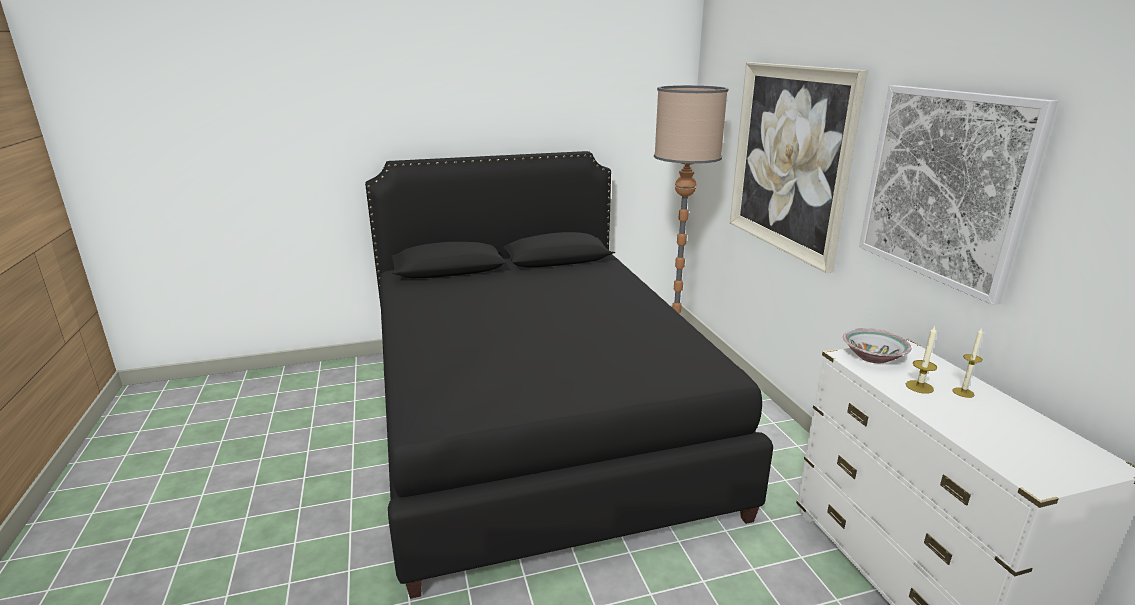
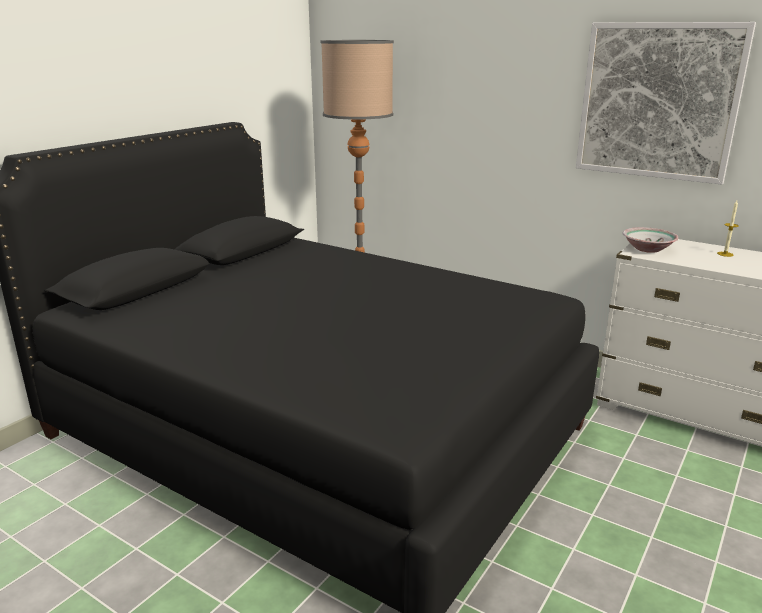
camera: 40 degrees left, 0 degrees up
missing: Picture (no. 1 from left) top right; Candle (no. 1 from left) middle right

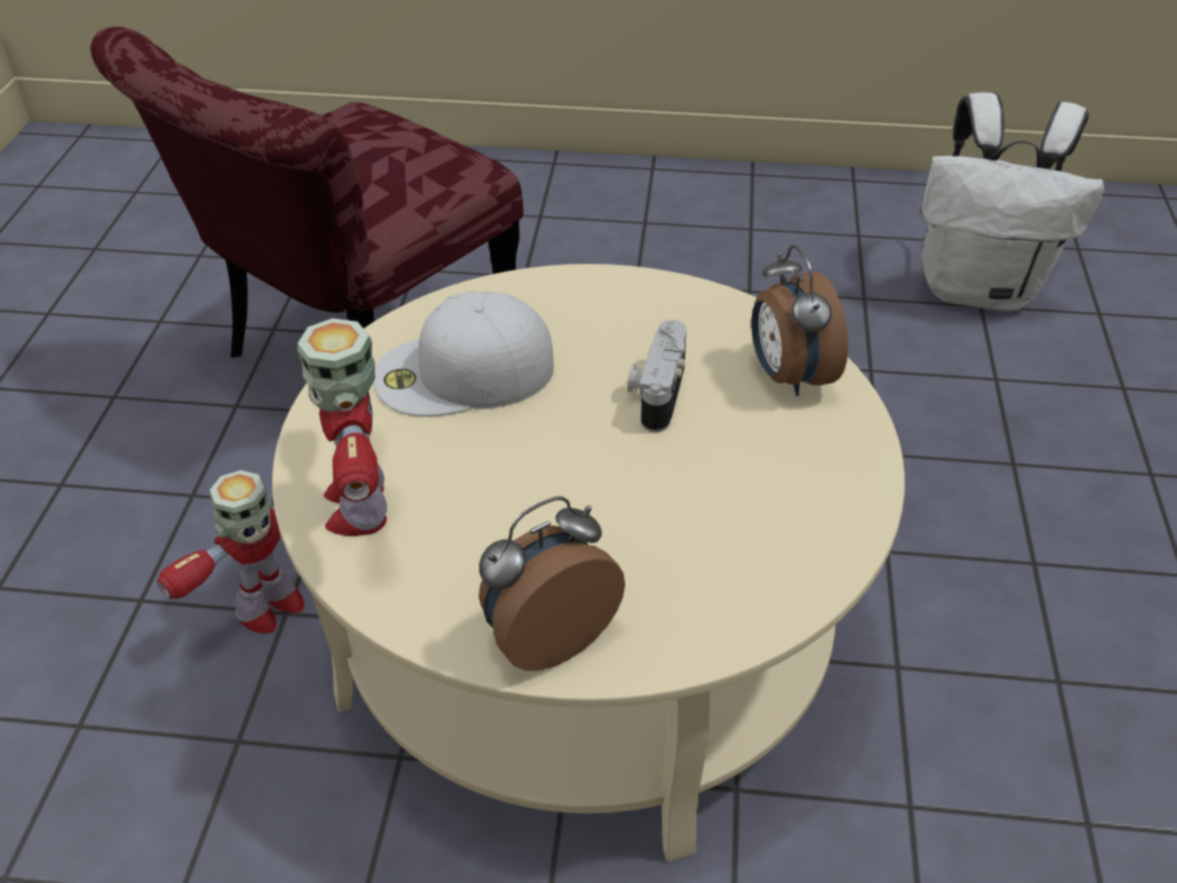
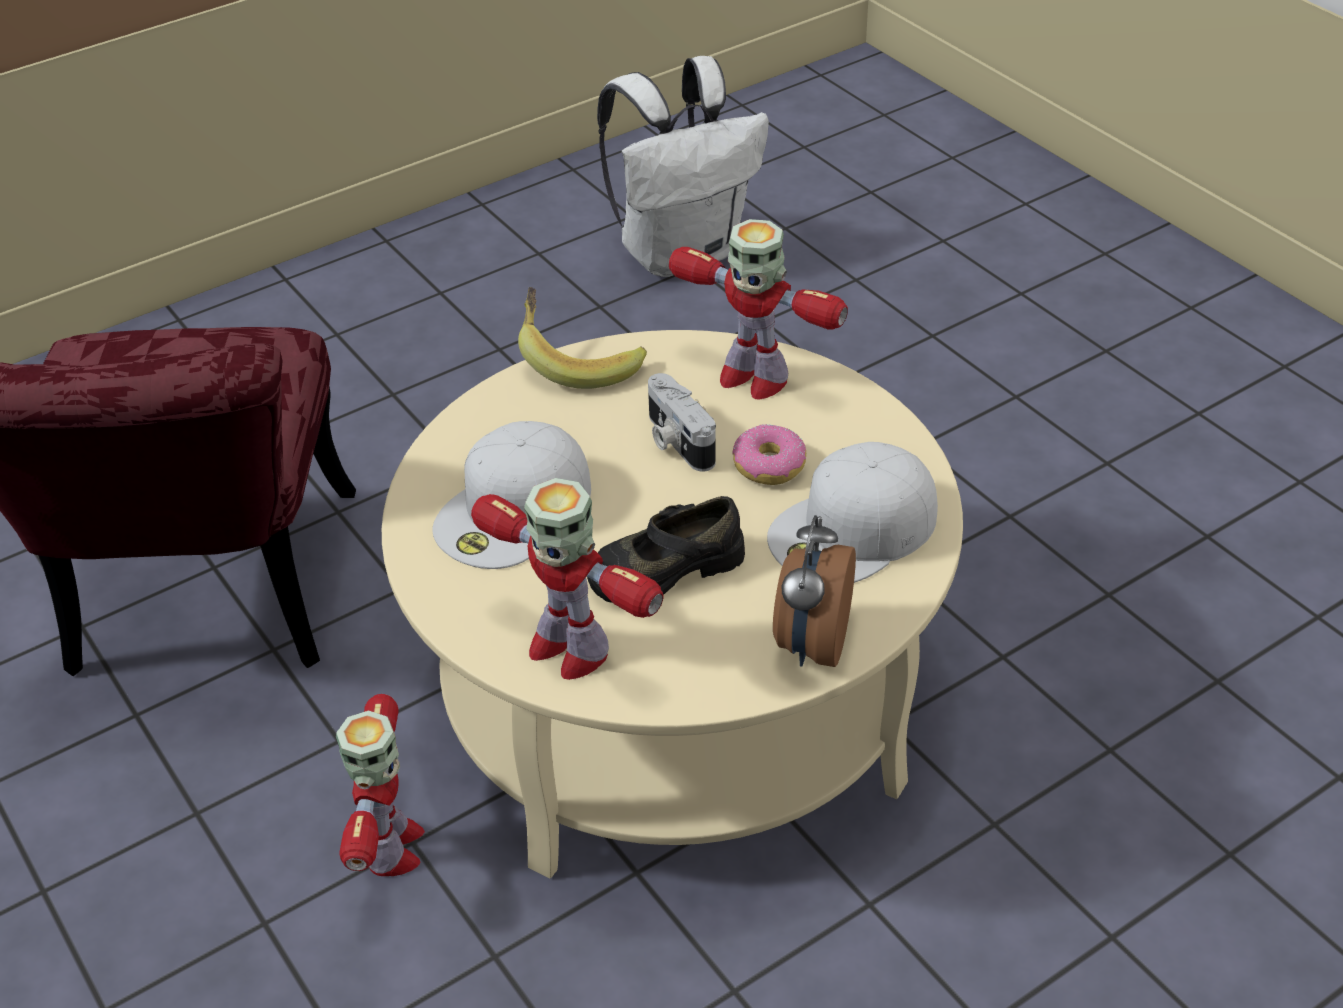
camera: 40 degrees left, 0 degrees up
appeared: Banana centre; BlackShoe centre; Donut centre; WhiteCap (no. 2 from left) centre
exchanged: AlarmClock (no. 2 from left) middle right to ToyRobot (no. 3 from left) top centre

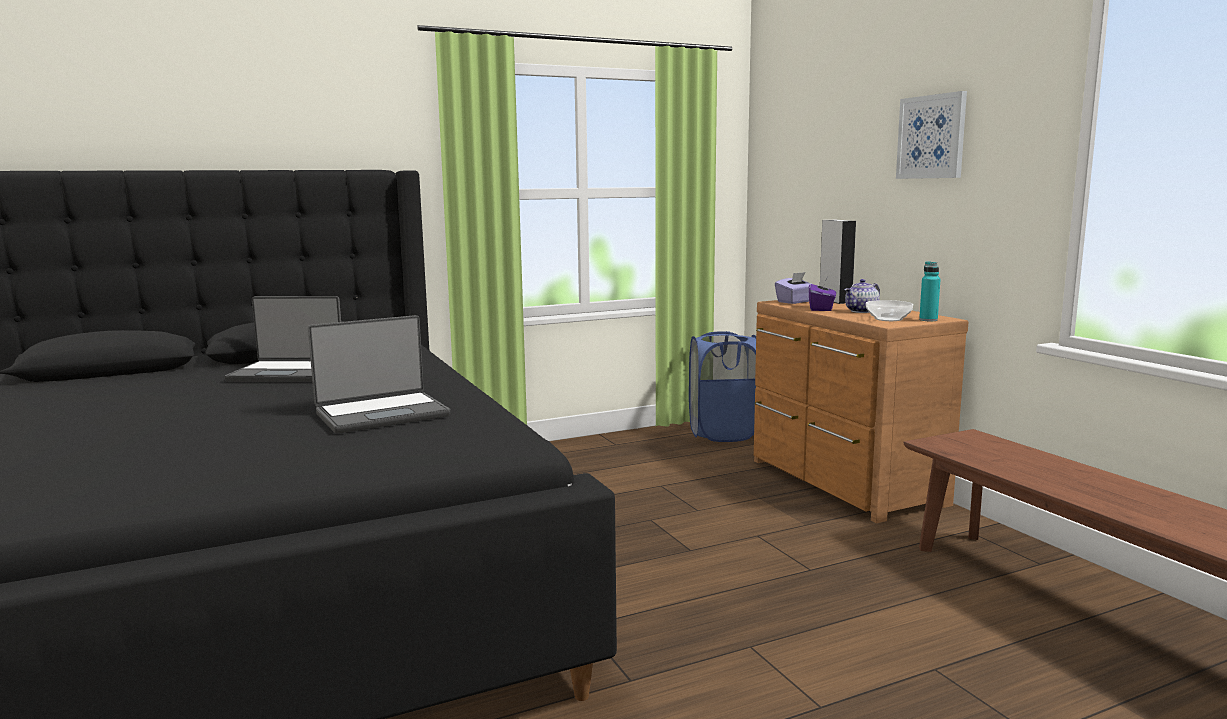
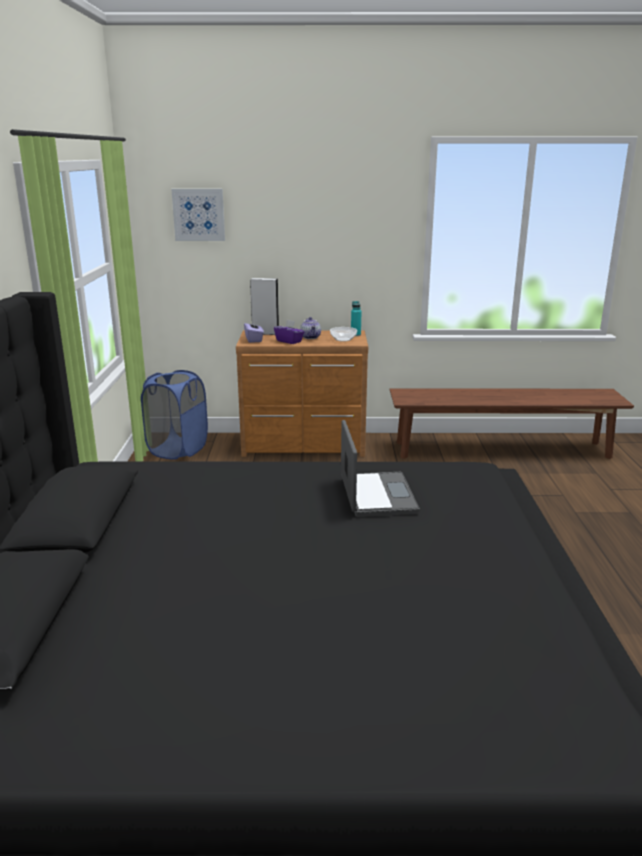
camera: 65 degrees left, 10 degrees up
missing: Laptop (no. 1 from left) middle left
relocated: Picture top right to top left

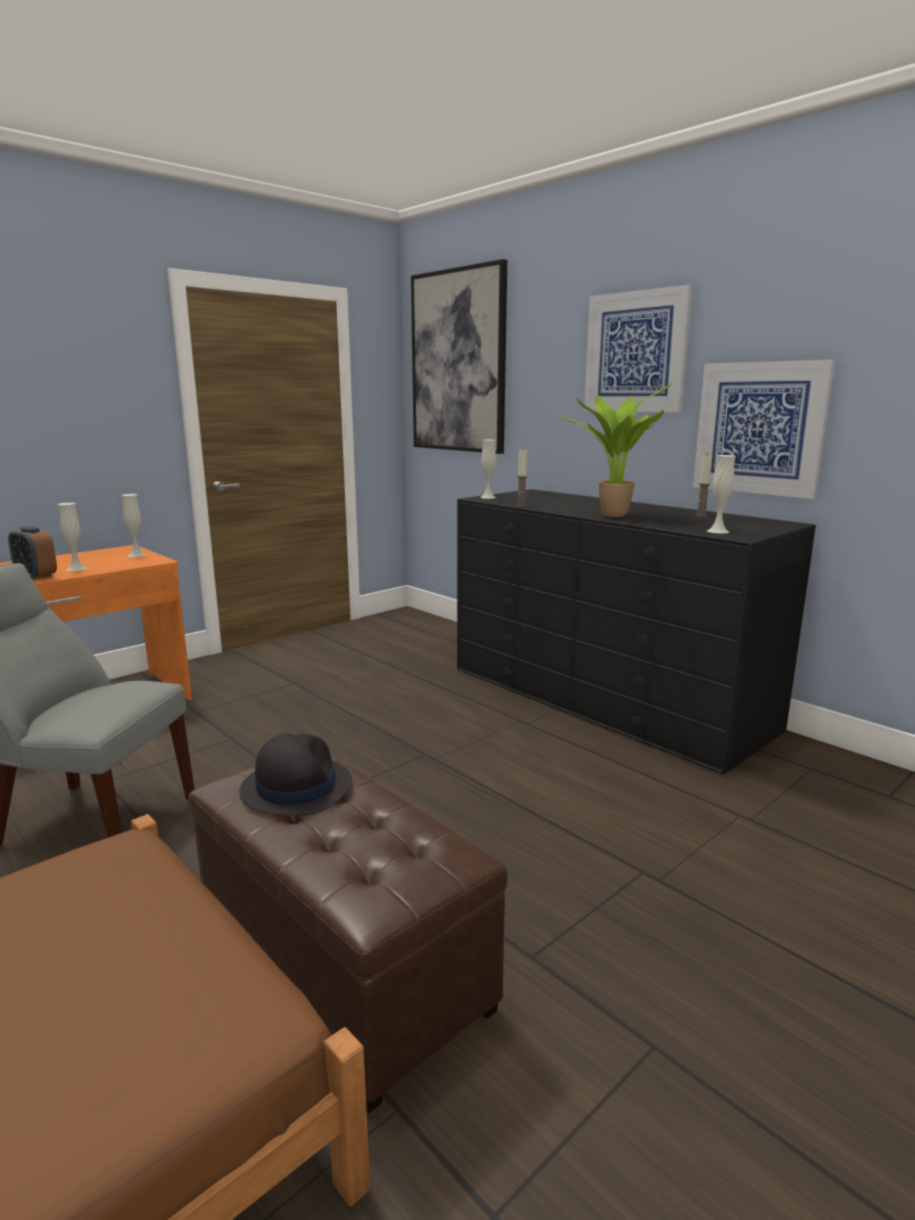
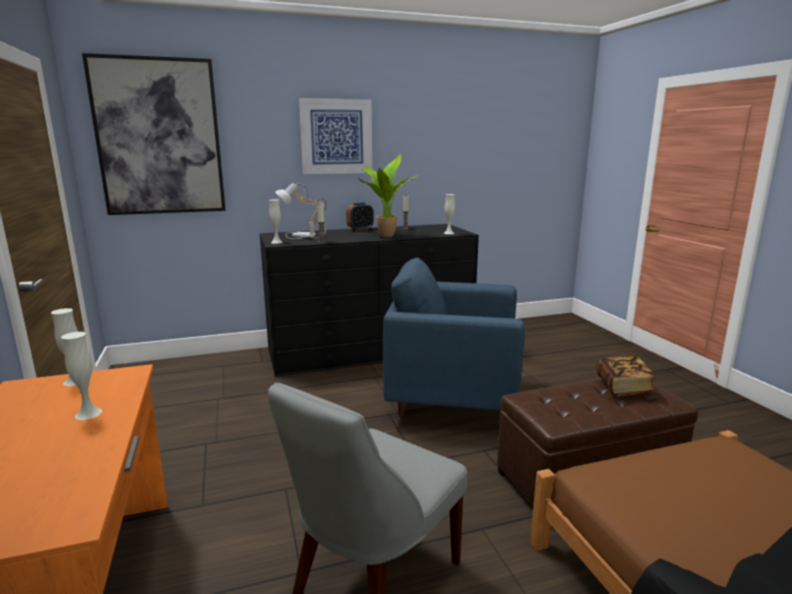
camera: 65 degrees left, 0 degrees up
missing: BlackHat middle left; Picture (no. 3 from left) middle right
appeared: TableLamp centre; BlueArmchair centre; Book middle right
relocated: AlarmClock middle left to centre

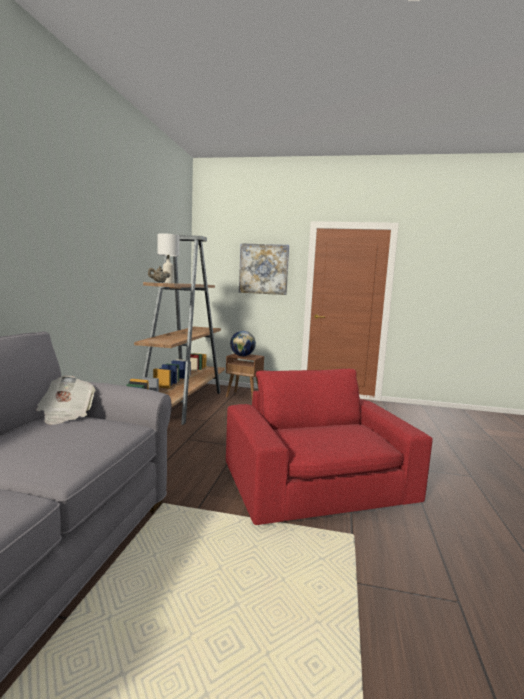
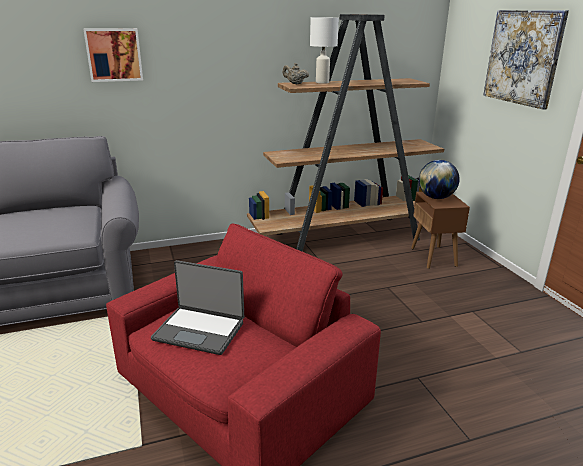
camera: 60 degrees right, 15 degrees up
missing: Newspaper middle left
appeared: Picture (no. 1 from left) top left; Laptop centre

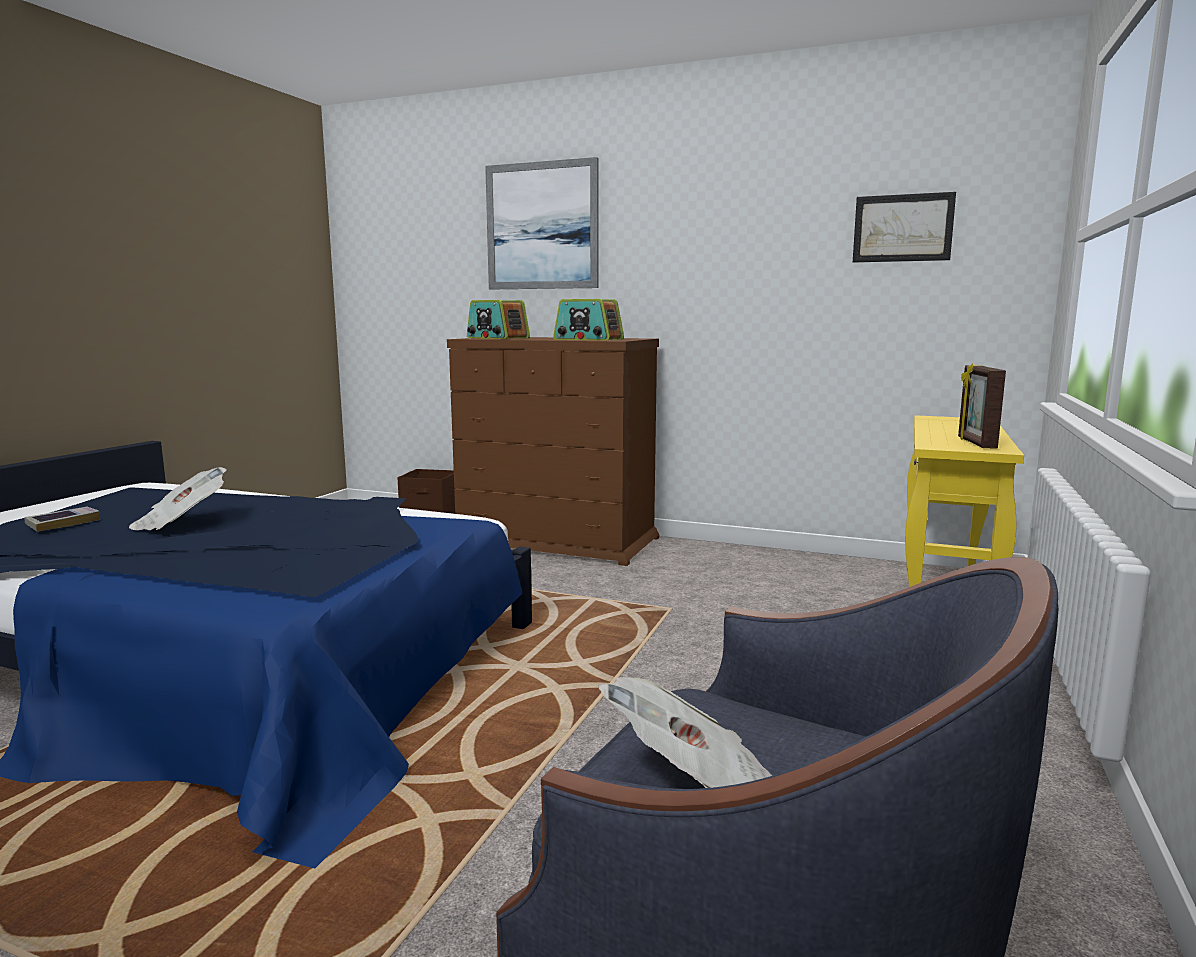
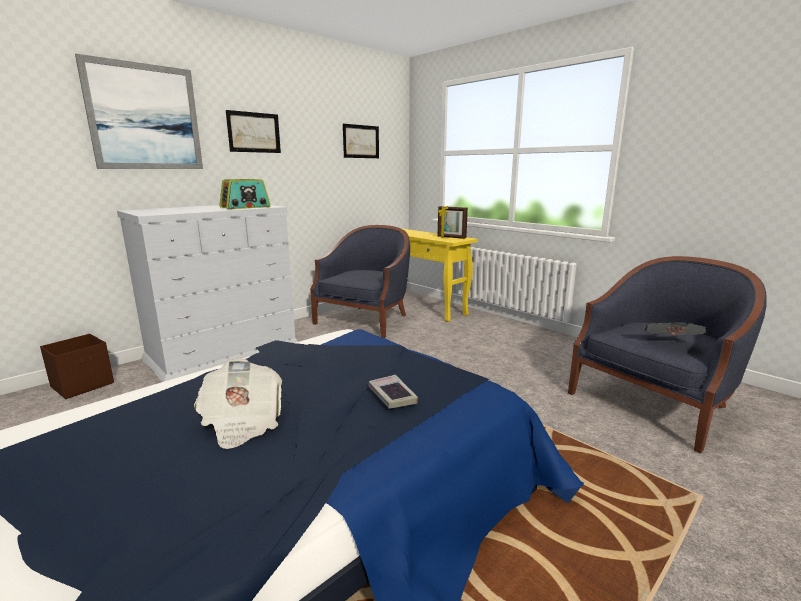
camera: 65 degrees left, 5 degrees up
missing: Radio (no. 1 from left) centre
appeared: Picture (no. 2 from left) top left; BlueArmchair (no. 1 from left) centre
relocated: Book middle left to centre
colour: BrownDresser centre to WhiteDresser middle left

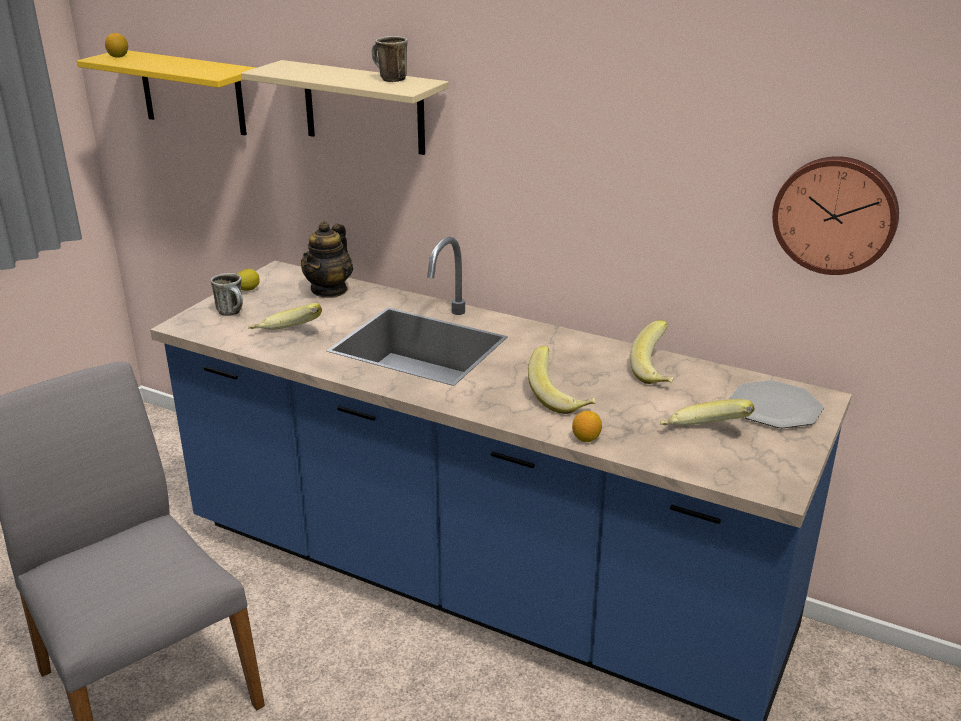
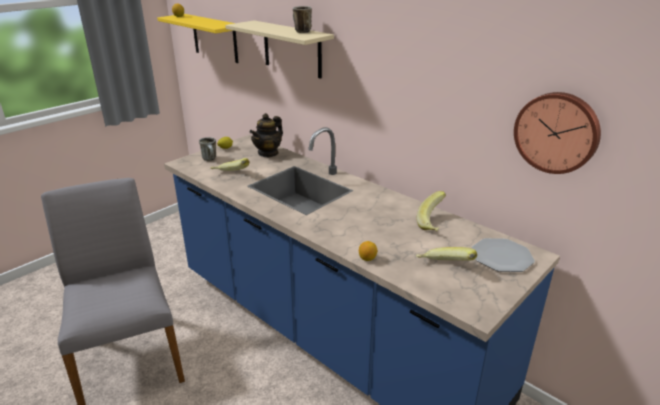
camera: 15 degrees right, 0 degrees up
missing: Banana (no. 2 from left) centre

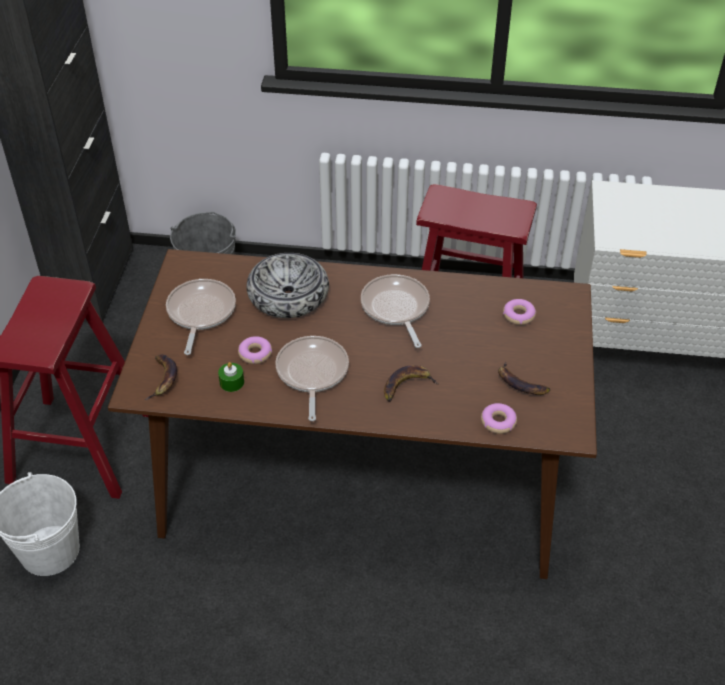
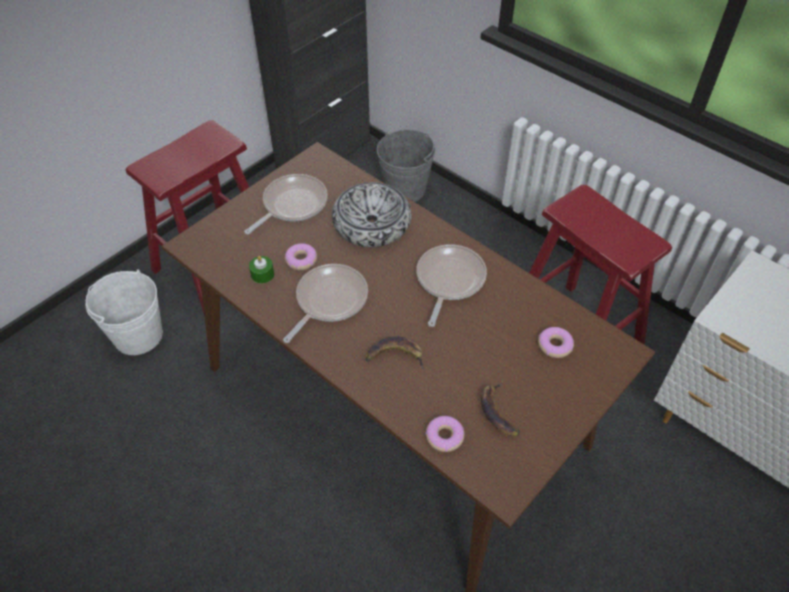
camera: 35 degrees right, 5 degrees up
missing: Banana (no. 1 from left) middle left

